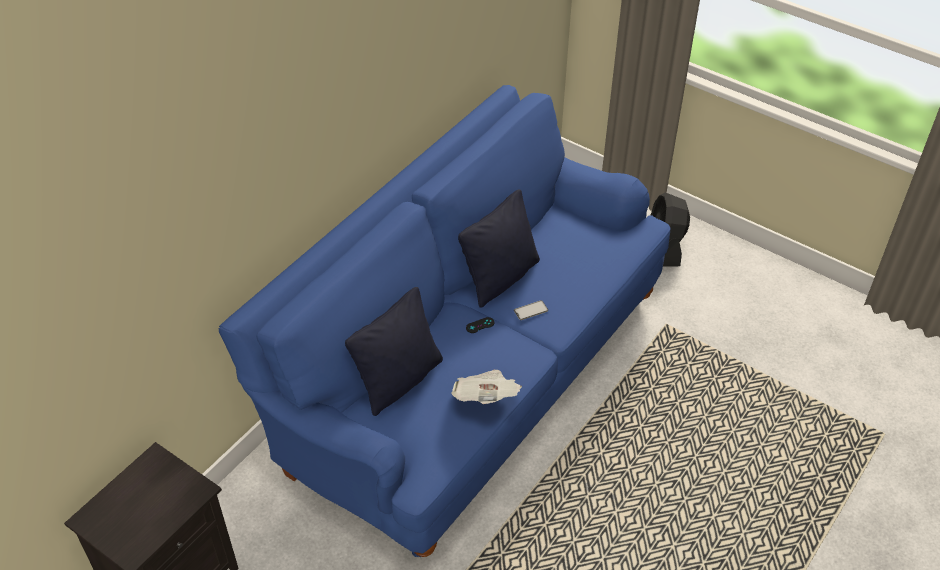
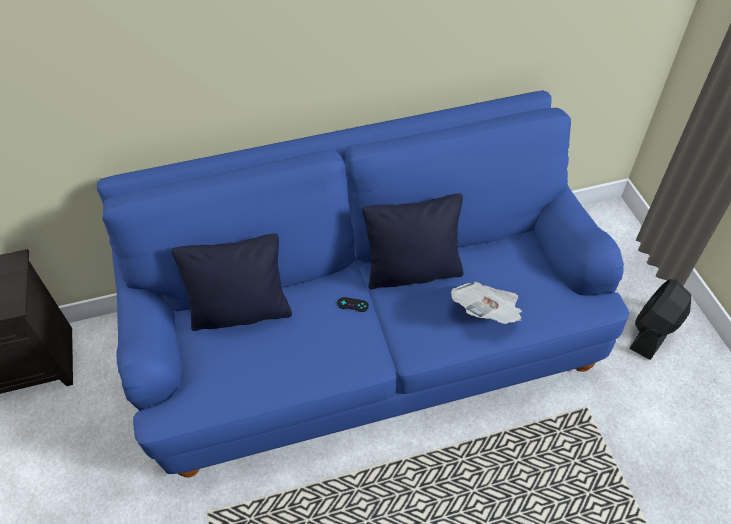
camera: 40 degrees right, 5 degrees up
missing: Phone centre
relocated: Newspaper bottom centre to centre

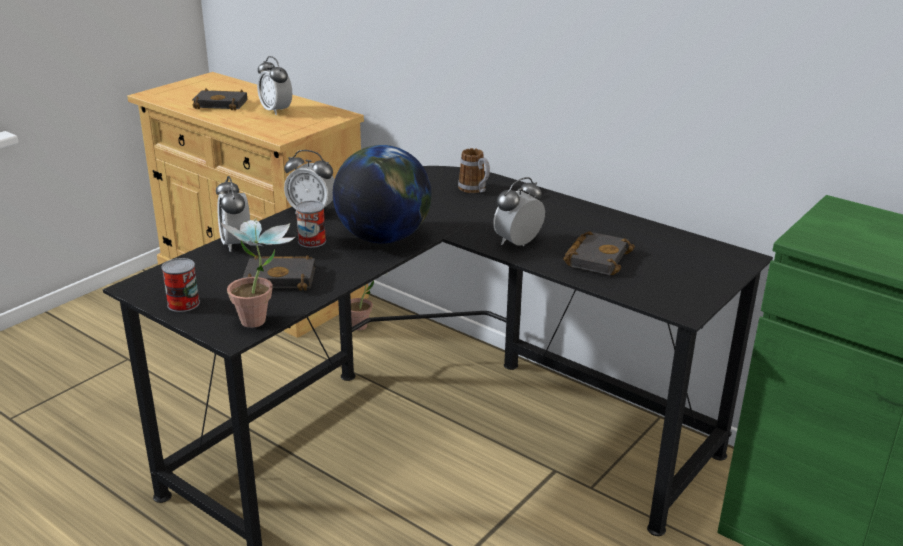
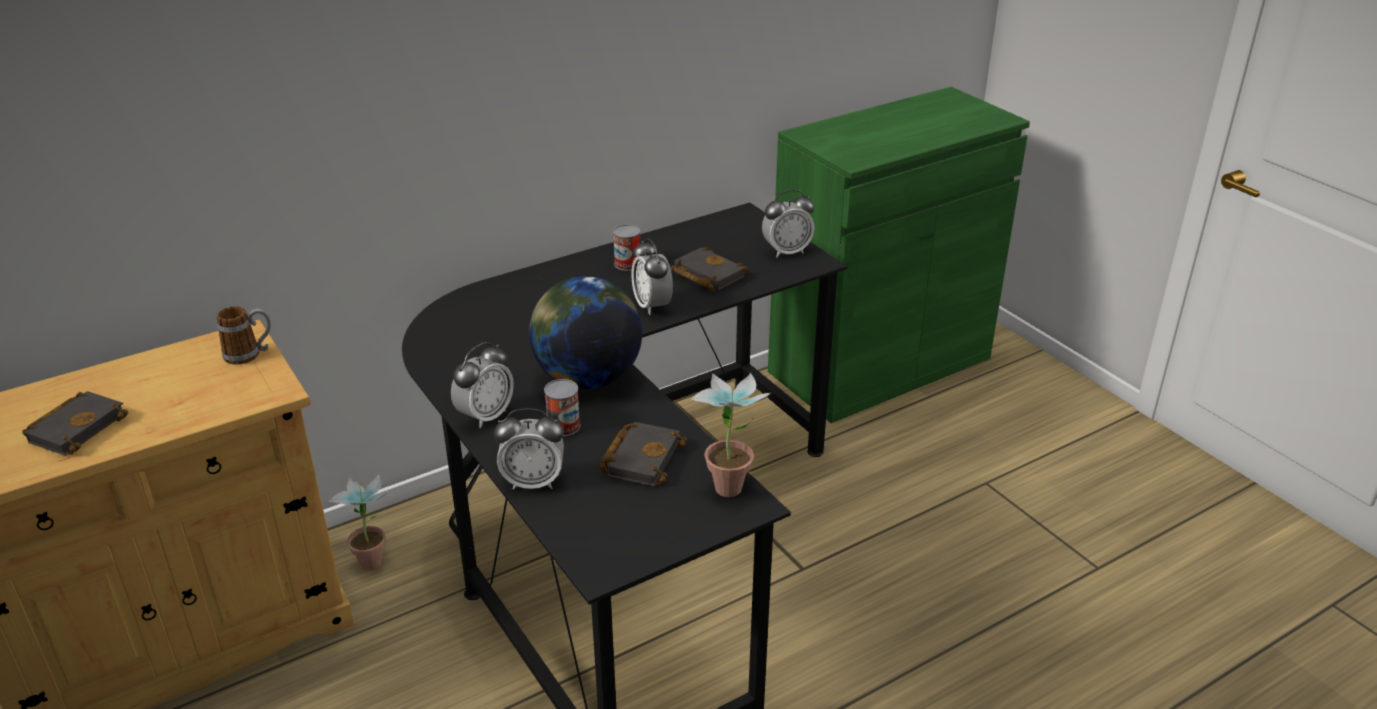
camera: 70 degrees left, 5 degrees up
relocated: Can (no. 1 from left in the first image) middle left to Can (no. 2 from left) centre; AlarmClock (no. 2 from left in the first image) top left to AlarmClock (no. 4 from left) top centre; Mug top centre to middle left

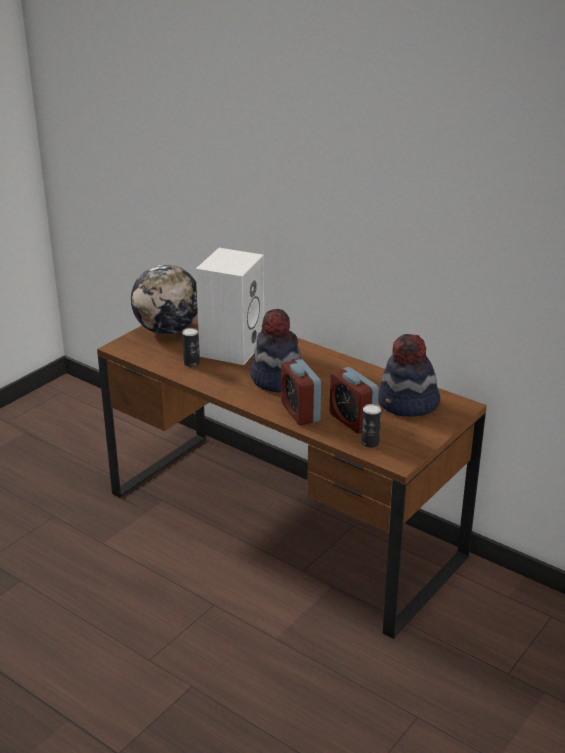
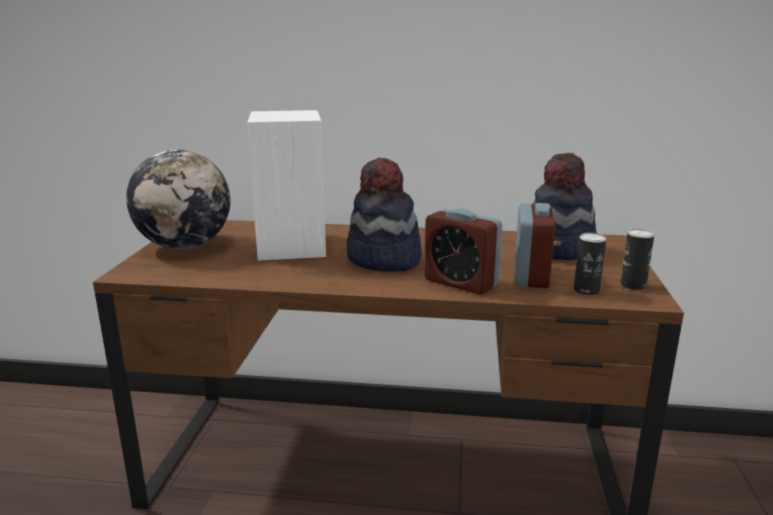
camera: 30 degrees left, 10 degrees down
relocated: Can (no. 1 from left in the first image) centre to Can (no. 2 from left) middle right
spun: AlarmClock (no. 2 from left) centre = middle right 105 degrees counterclockwise

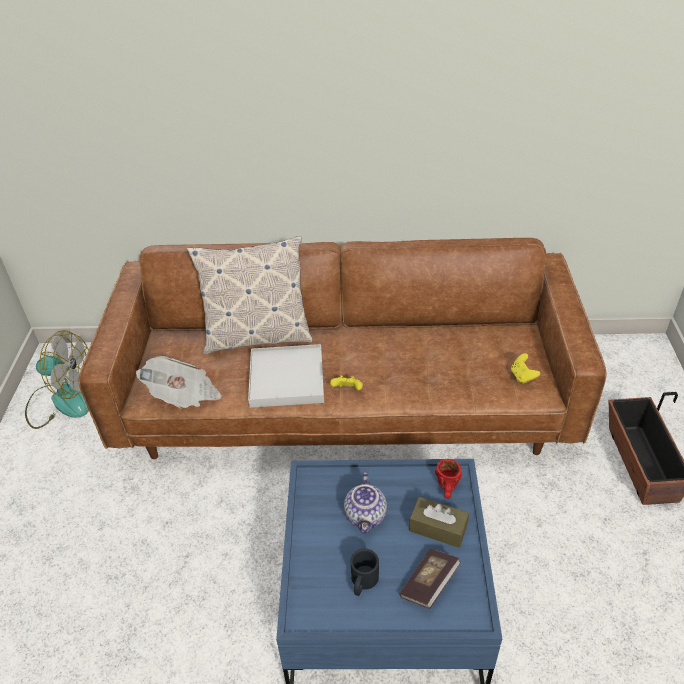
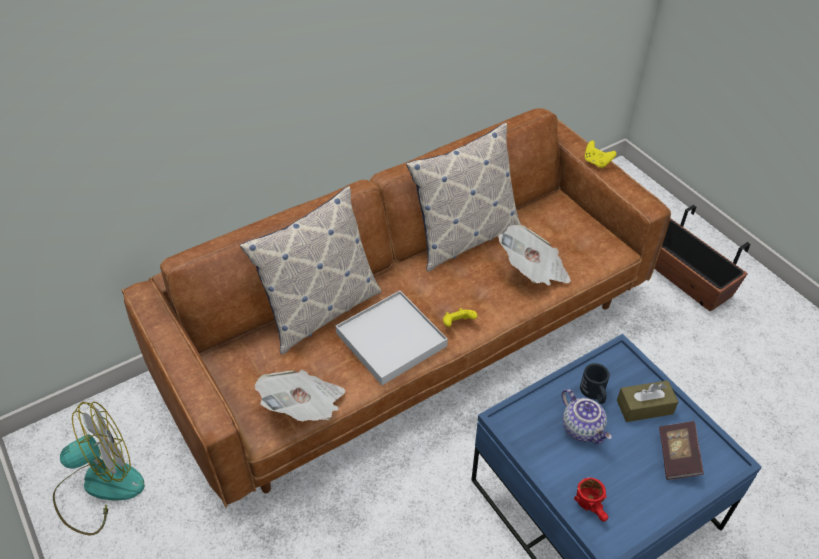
camera: 35 degrees left, 5 degrees up
appeared: Pillow (no. 2 from left) centre; Newspaper (no. 2 from left) centre
relocated: BlackMug bottom centre to bottom right; RedMug bottom centre to bottom right; YellowGameController (no. 2 from left) middle right to top right

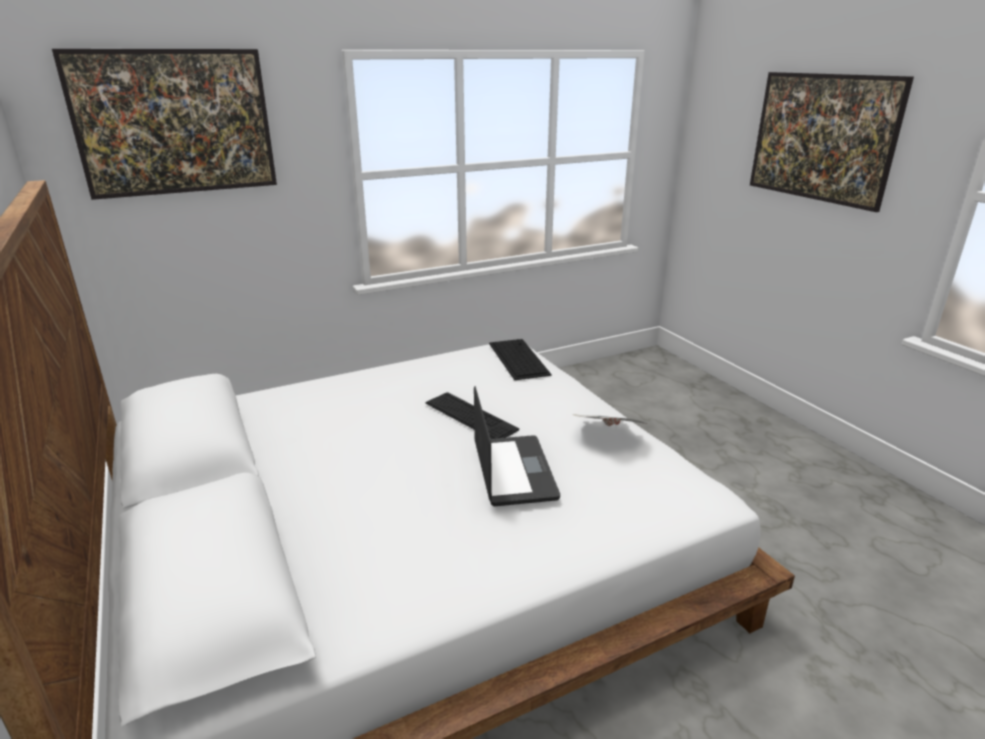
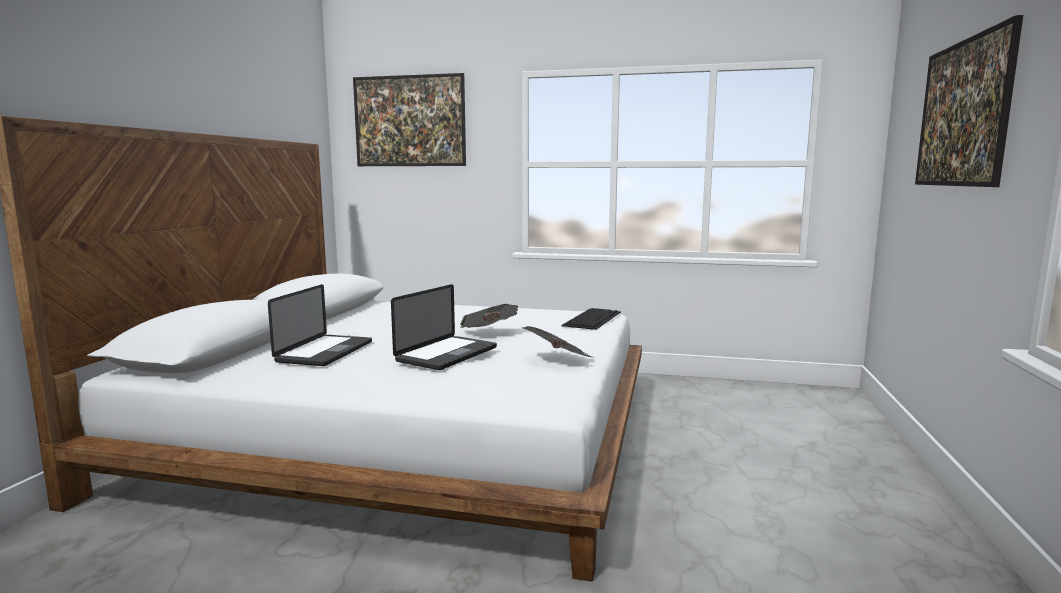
camera: 40 degrees right, 15 degrees down
appeared: Laptop (no. 1 from left) middle left
exchanged: Keyboard (no. 1 from left) centre to Newspaper (no. 1 from left) centre

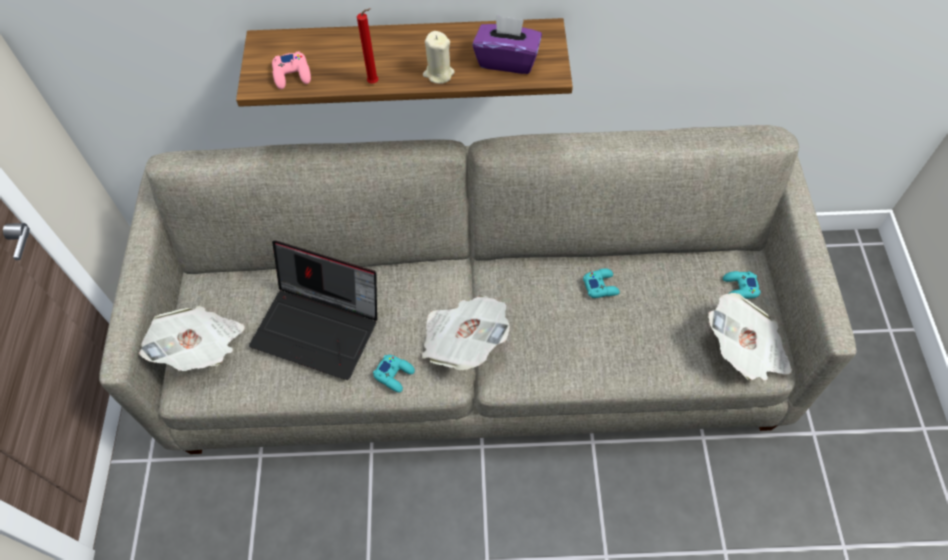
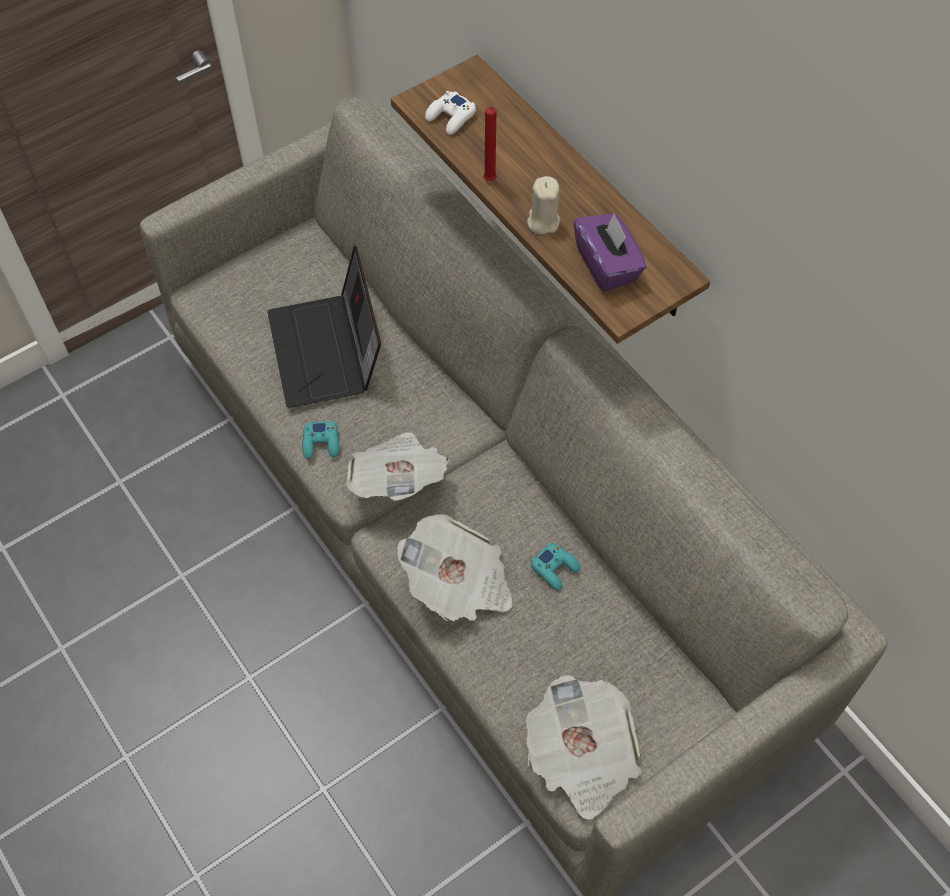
camera: 55 degrees right, 0 degrees up
missing: TurquoiseGameController (no. 3 from left) middle right
relocated: Newspaper (no. 1 from left in the first image) middle left to Newspaper (no. 2 from left) centre
colour: PinkGameController top left to WhiteGameController top centre

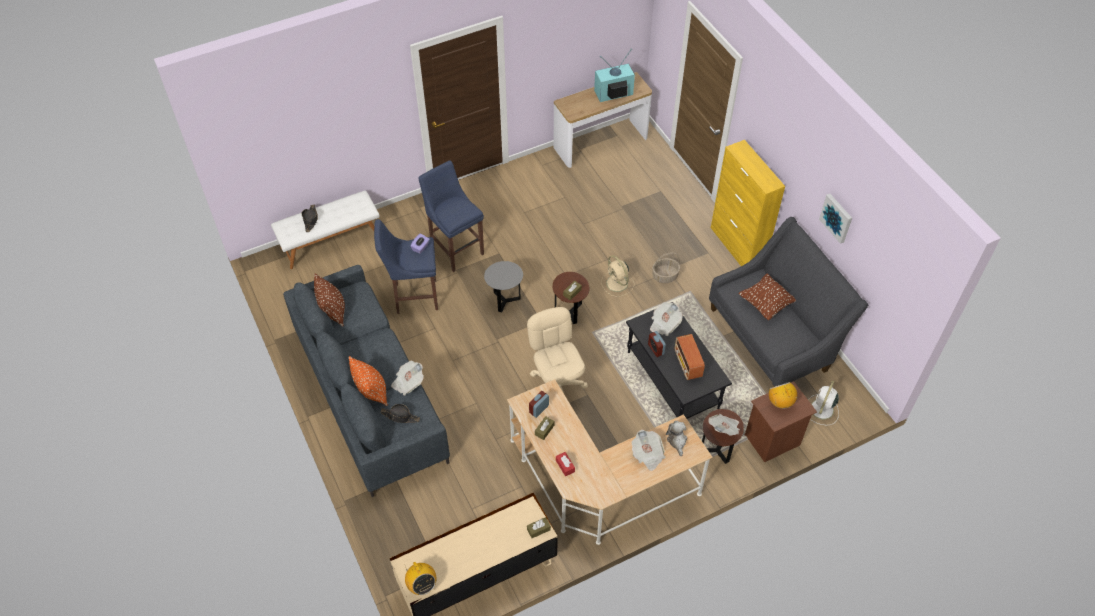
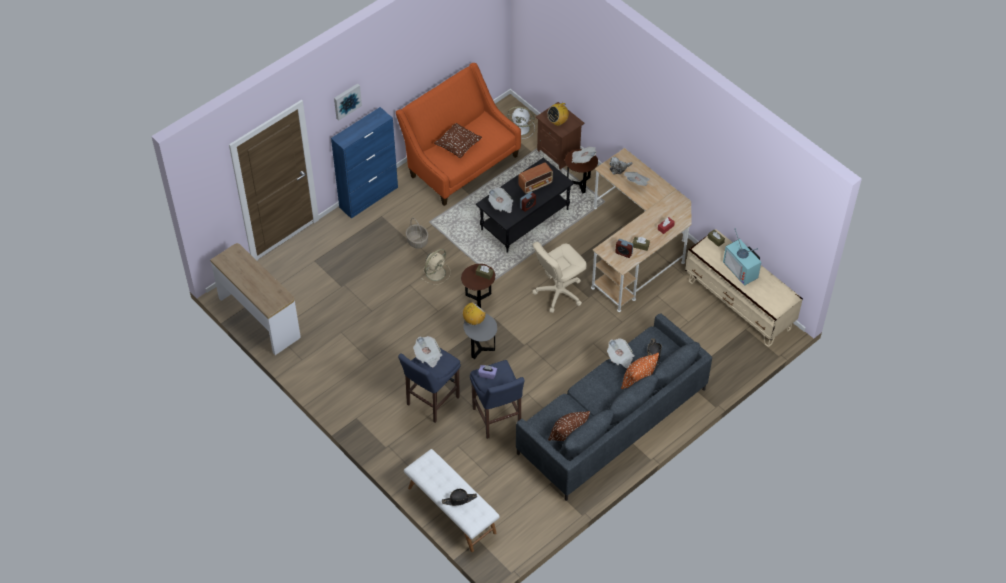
camera: 105 degrees left, 0 degrees up
appeared: Newspaper (no. 1 from left) centre
relocated: Radio (no. 1 from left) bottom centre to centre; Television top centre to middle right; Picture middle right to top centre
colour: GreySofa (no. 2 from left) middle right to OrangeSofa top centre; YellowCabinet top right to BlueCabinet top centre

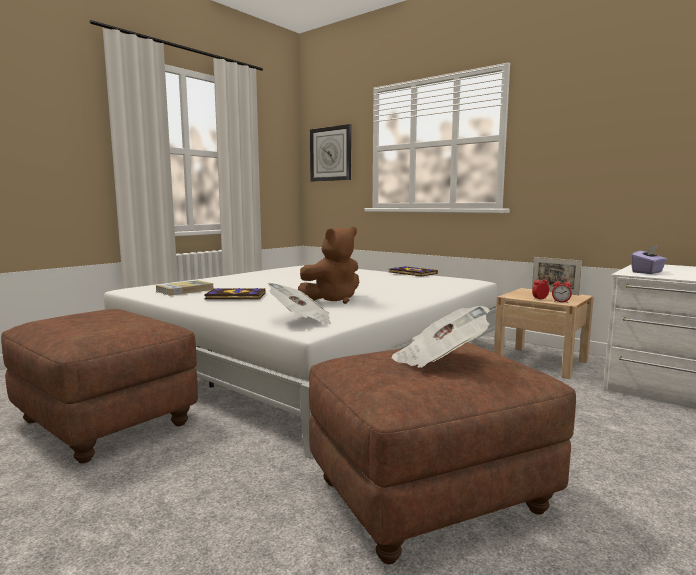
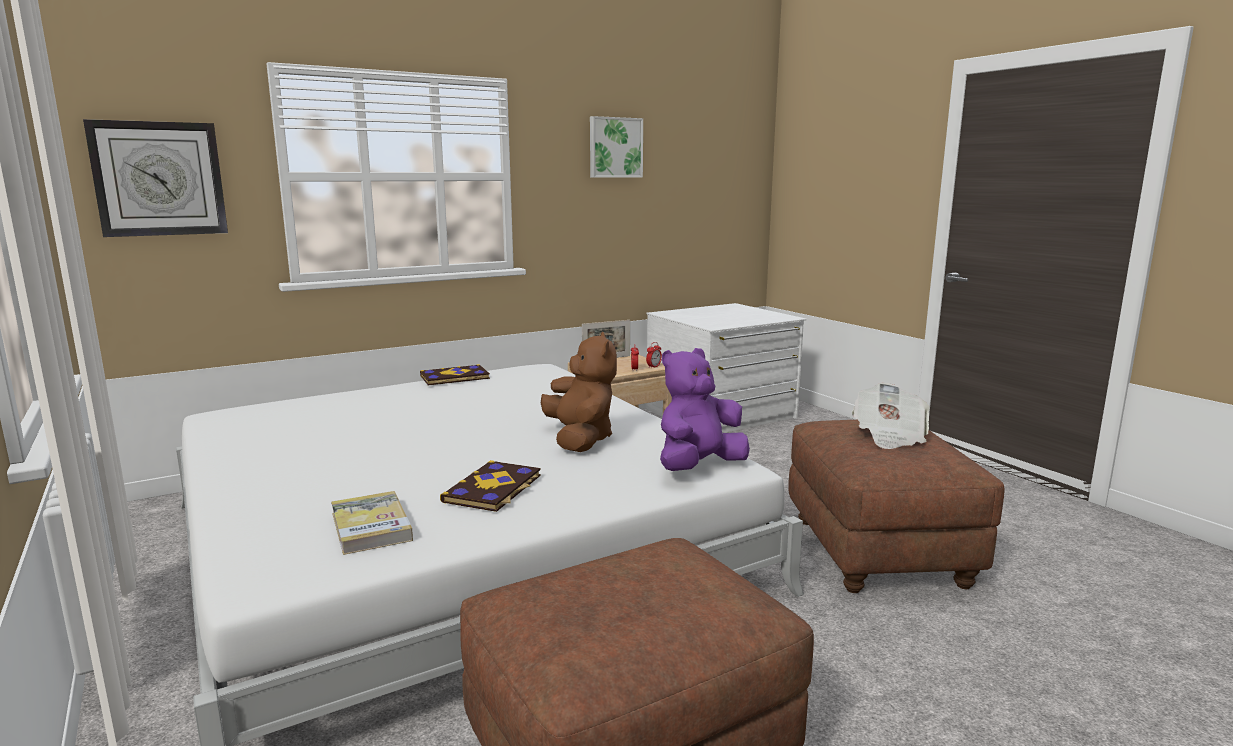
camera: 70 degrees left, 5 degrees up
missing: PurpleTissueBox middle right
appeared: Picture top centre
exchanged: Newspaper (no. 1 from left) centre to PurplePlushToy centre

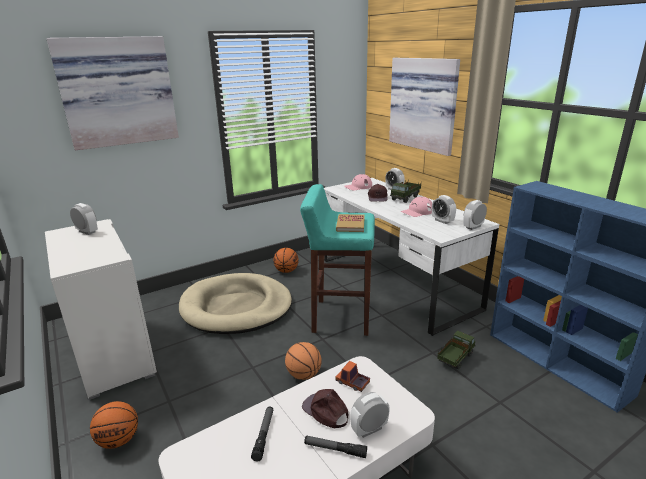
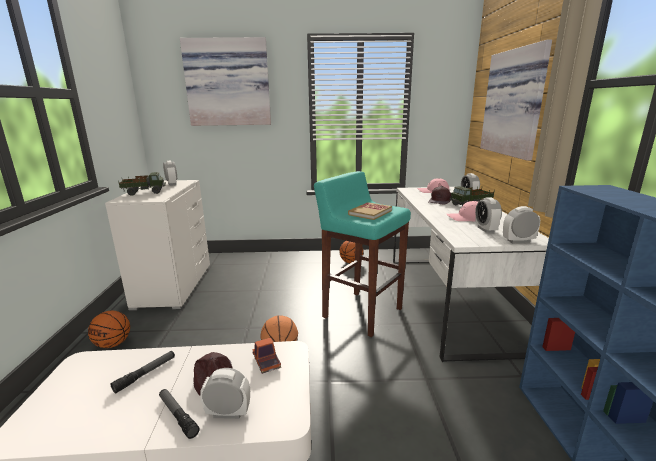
camera: 30 degrees right, 5 degrees down
missing: BeigeDogBed centre
relocated: ToyTruck (no. 3 from left in the first image) bottom right to ToyTruck (no. 1 from left) middle left

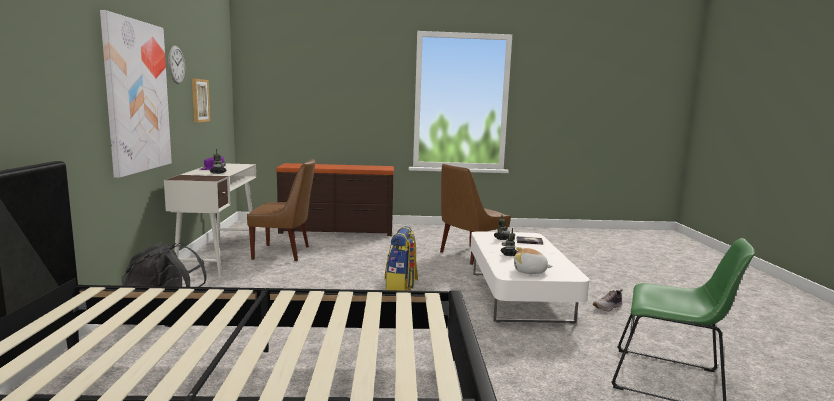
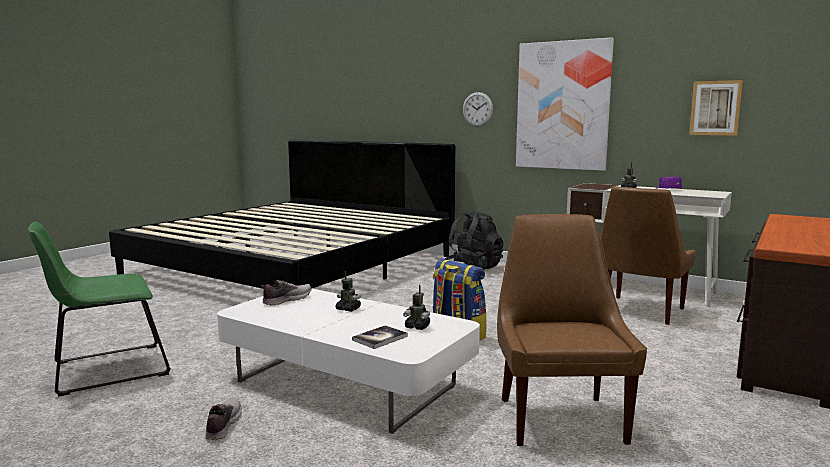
camera: 125 degrees right, 0 degrees up
relocated: WallClock top left to top centre
exchanged: PlushToy centre to Shoe (no. 2 from left) centre

